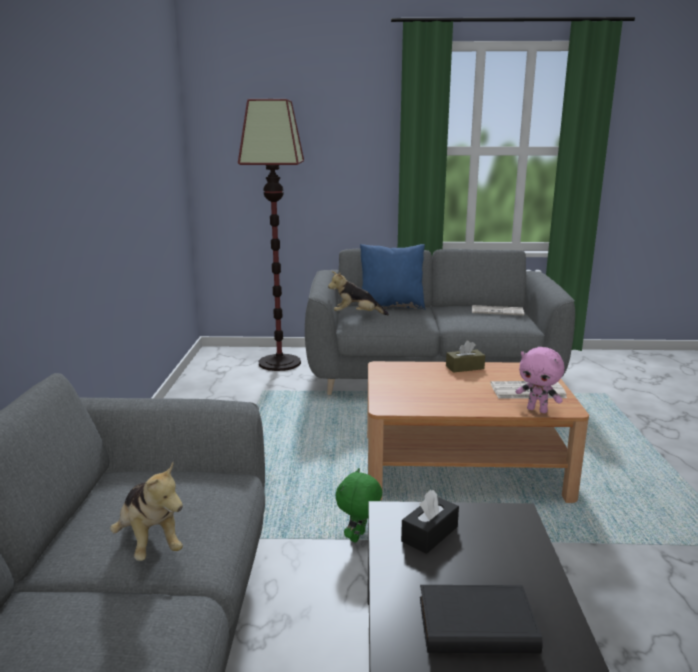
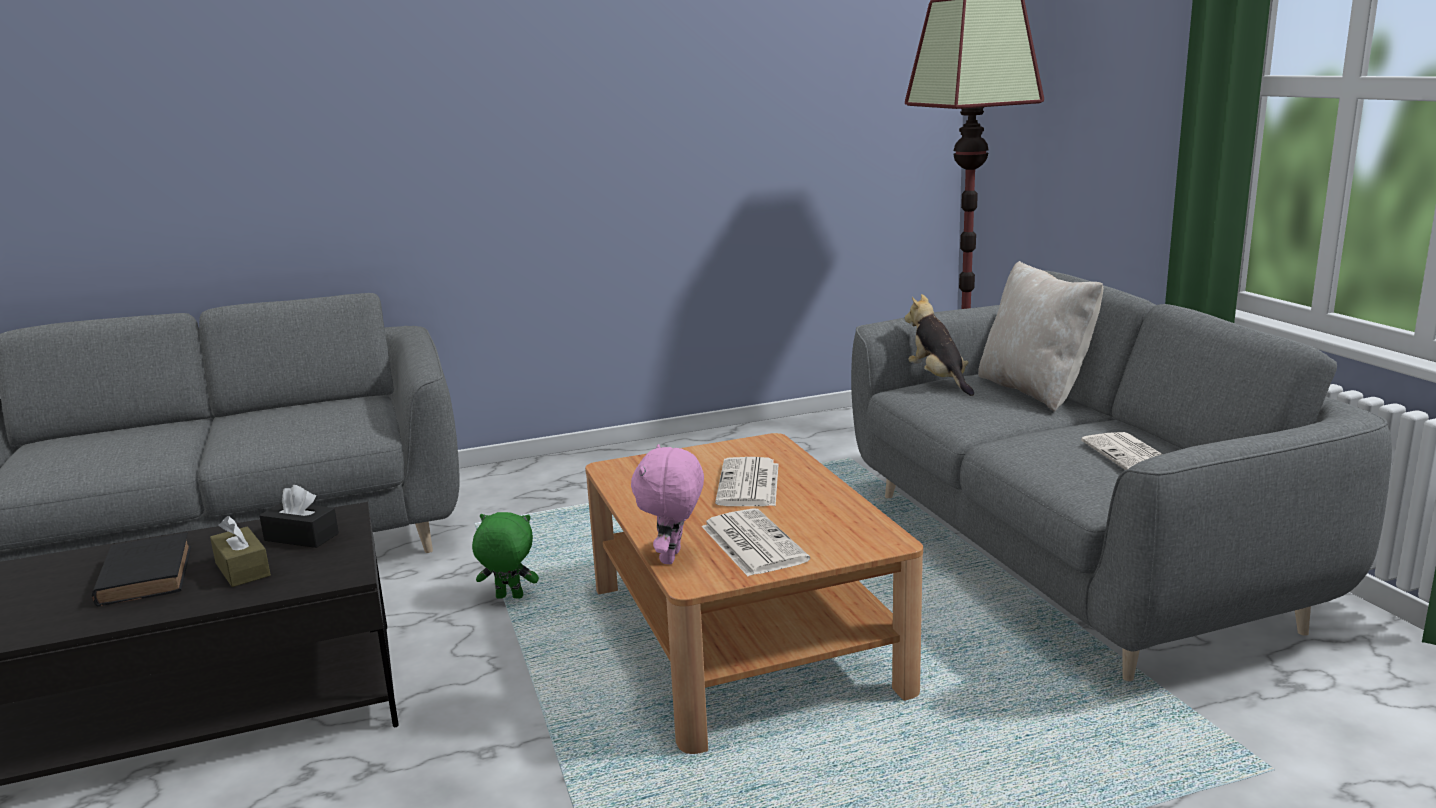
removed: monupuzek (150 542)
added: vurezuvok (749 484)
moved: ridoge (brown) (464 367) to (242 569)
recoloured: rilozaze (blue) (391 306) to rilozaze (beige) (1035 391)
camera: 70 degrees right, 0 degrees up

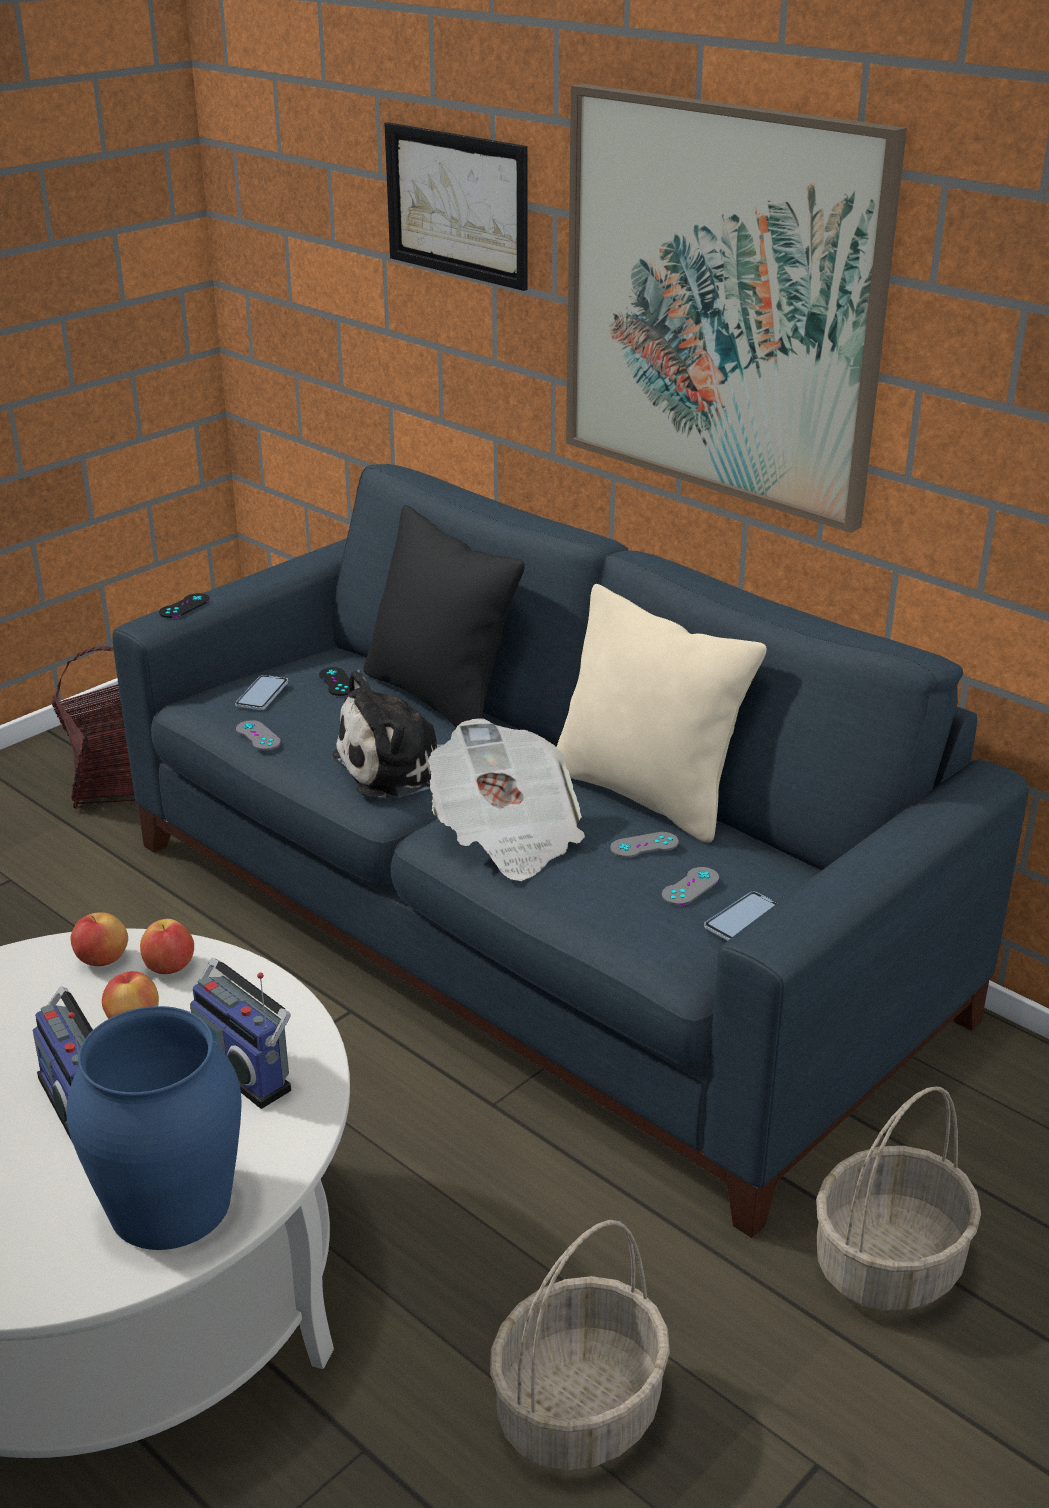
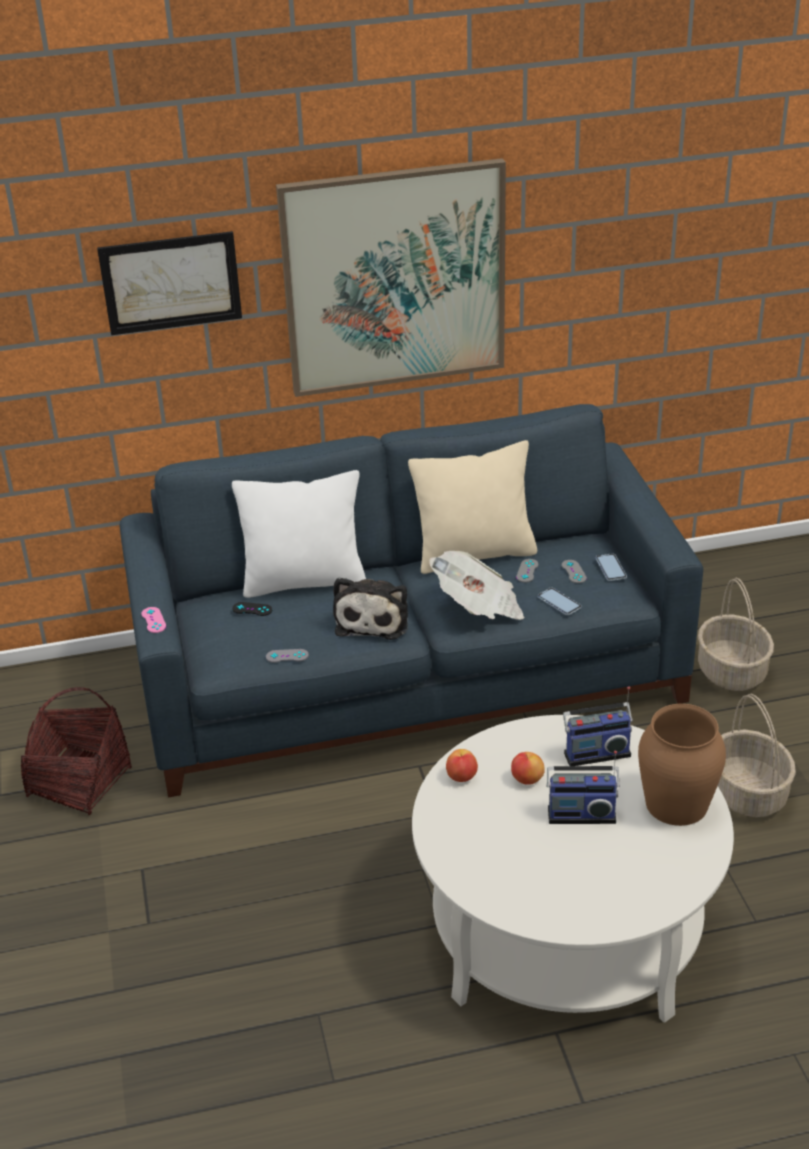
removed: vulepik (169 967)
moved: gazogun (262 694) to (559 602)
recoloured: rilozaze (black) (439 698) to rilozaze (white) (304 582); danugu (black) (184 606) to danugu (pink) (153 620); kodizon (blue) (169 1202) to kodizon (brown) (675 803)
camera: 55 degrees left, 5 degrees up

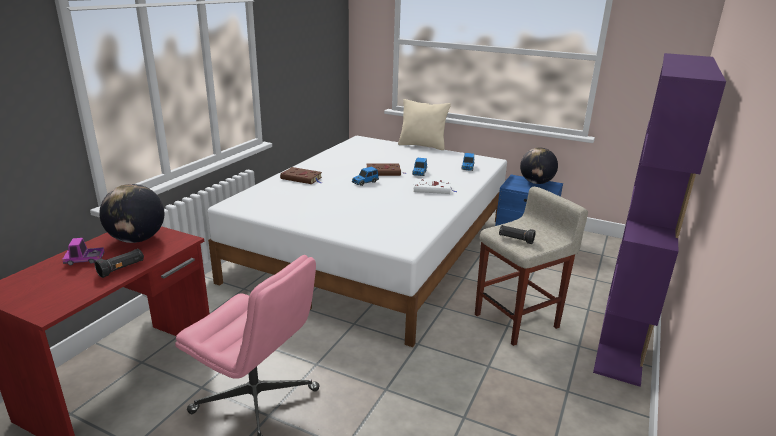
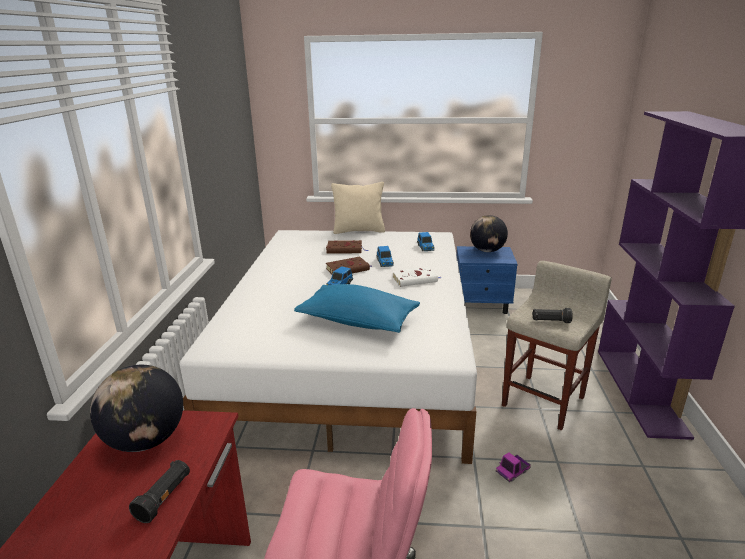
added: rilozaze (blue) (358 321)
moved: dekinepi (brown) (302 178) to (345 249); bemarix (85 260) to (512 471)
camera: 20 degrees left, 0 degrees up

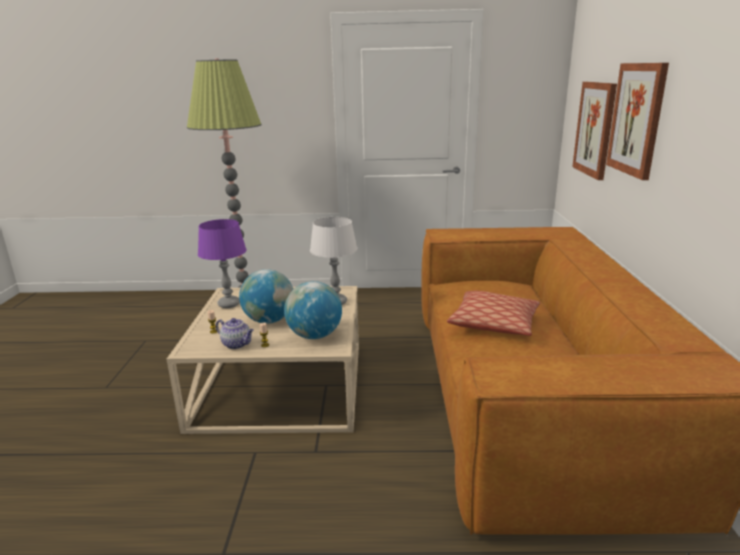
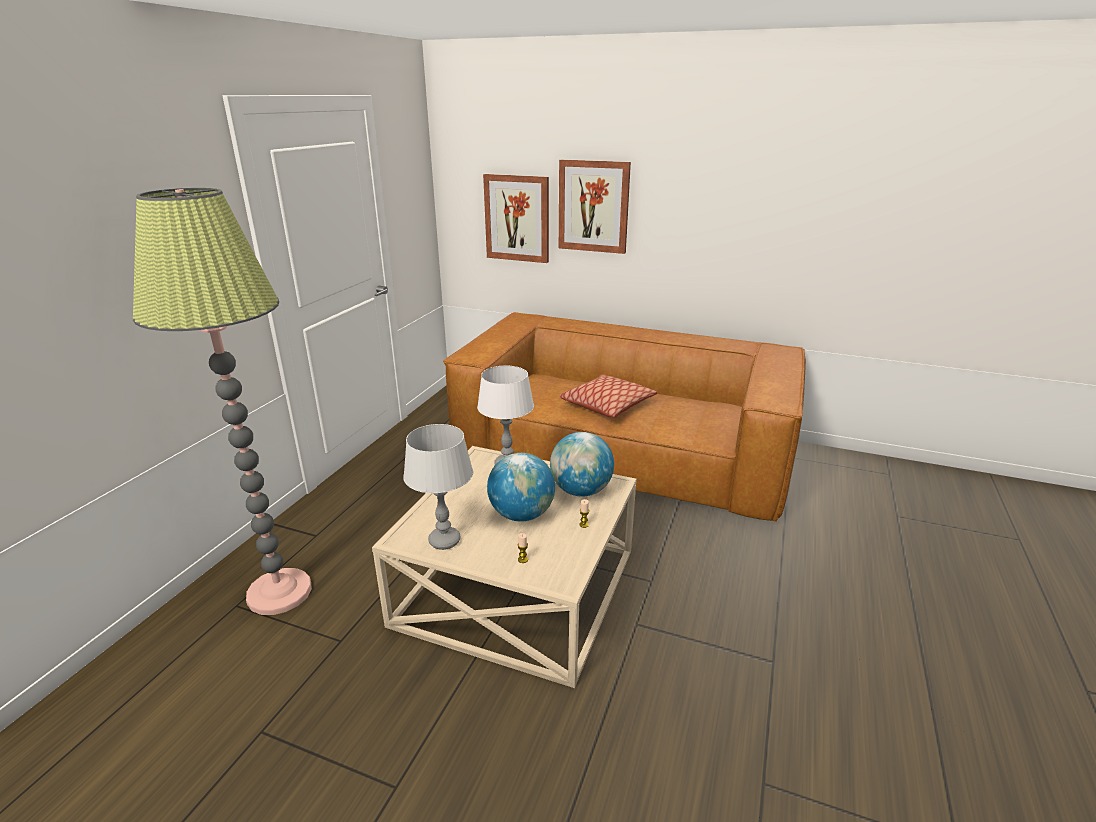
removed: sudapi (237 344)
recoloured: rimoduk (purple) (229 304) to rimoduk (grey) (444 541)
camera: 70 degrees left, 5 degrees up

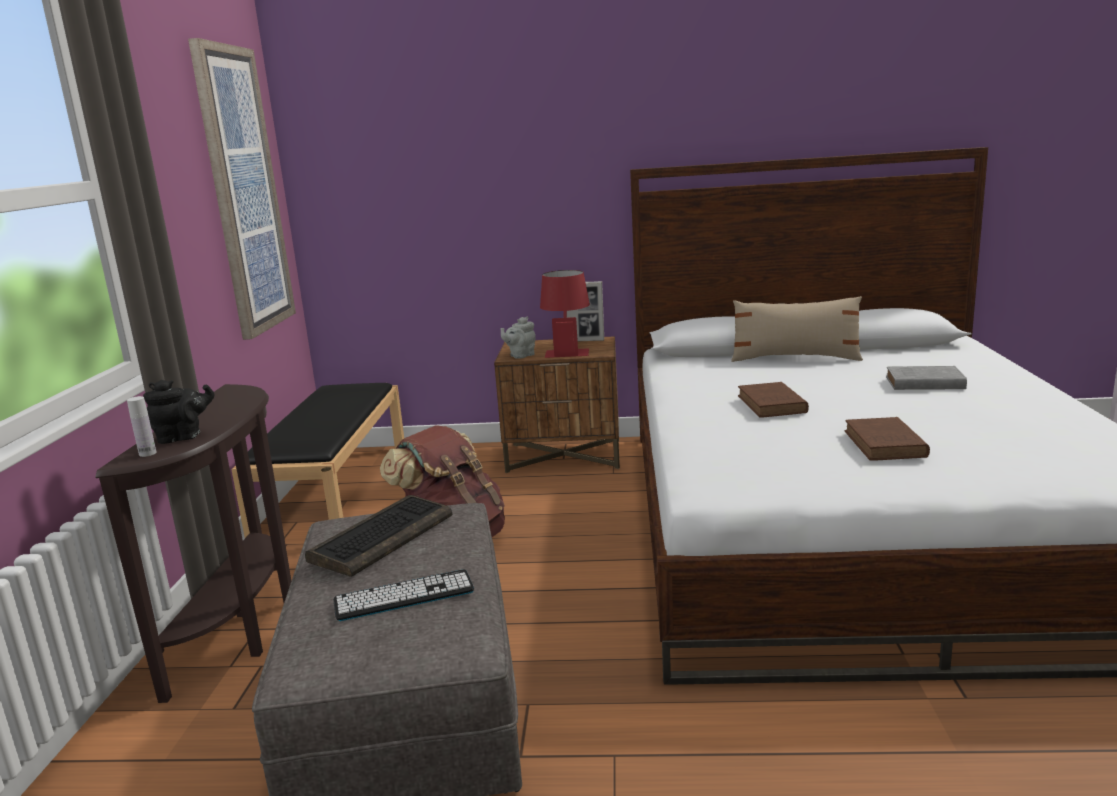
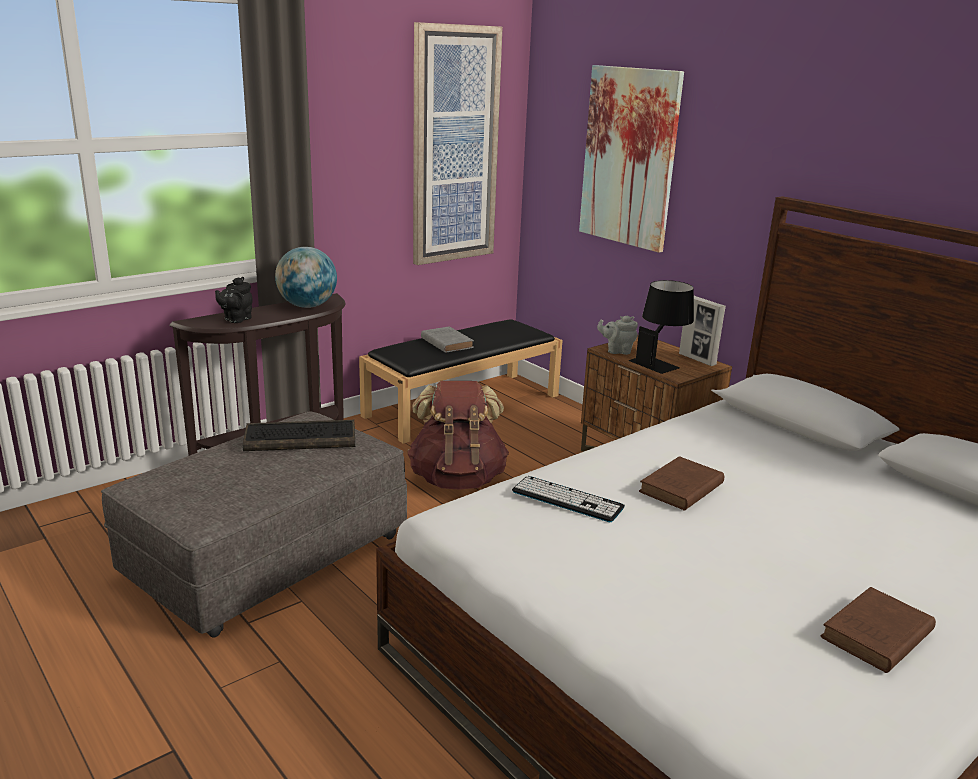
removed: rilozaze (beige) (795 358); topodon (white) (147 453)
added: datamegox (629 157); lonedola (307 306)
moved: dekinepi (grey) (922 383) to (446 342); dekinepi (brown) (885 445) to (875 636); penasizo (404 596) to (567 499)
recoloured: rimoduk (red) (567 350) to rimoduk (black) (660 362)
turned: sudapi (black) (183 437) = (236 319) 90 degrees clockwise
camera: 45 degrees right, 5 degrees up

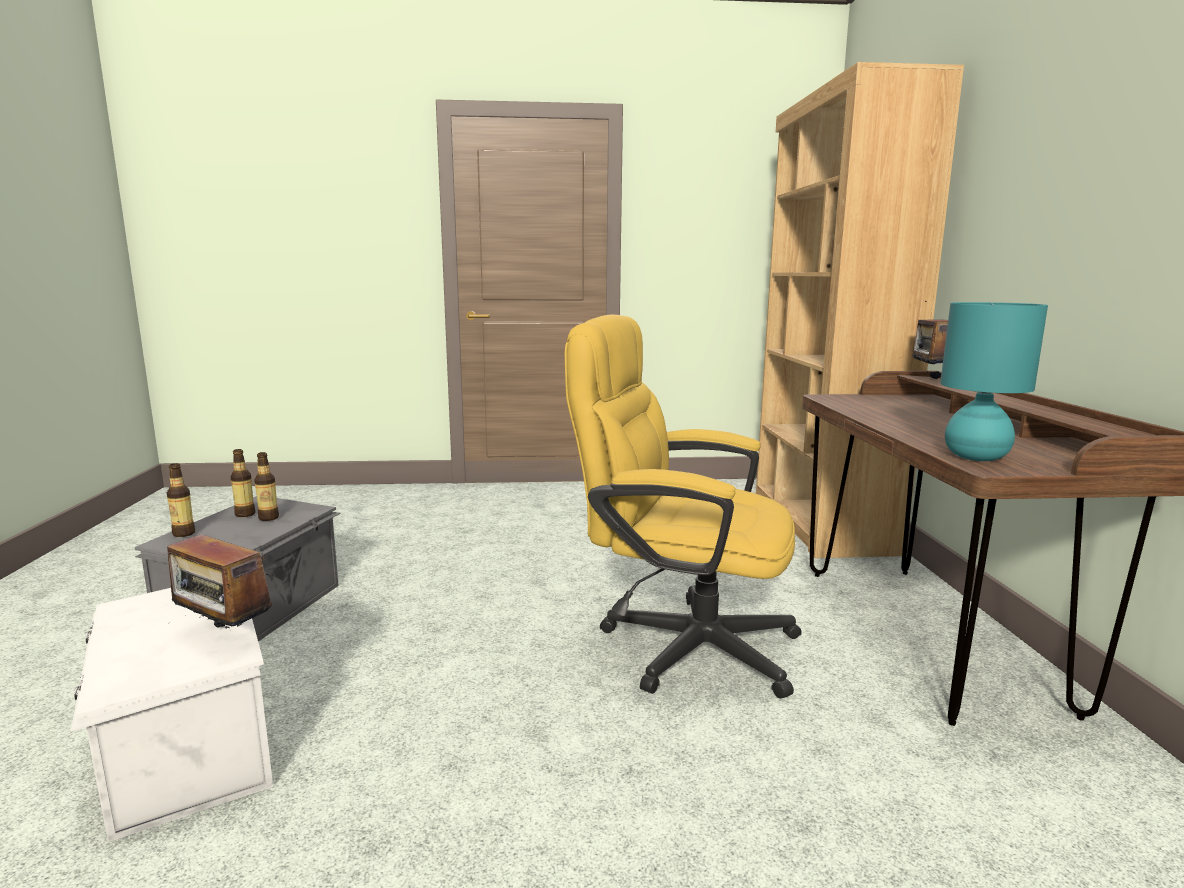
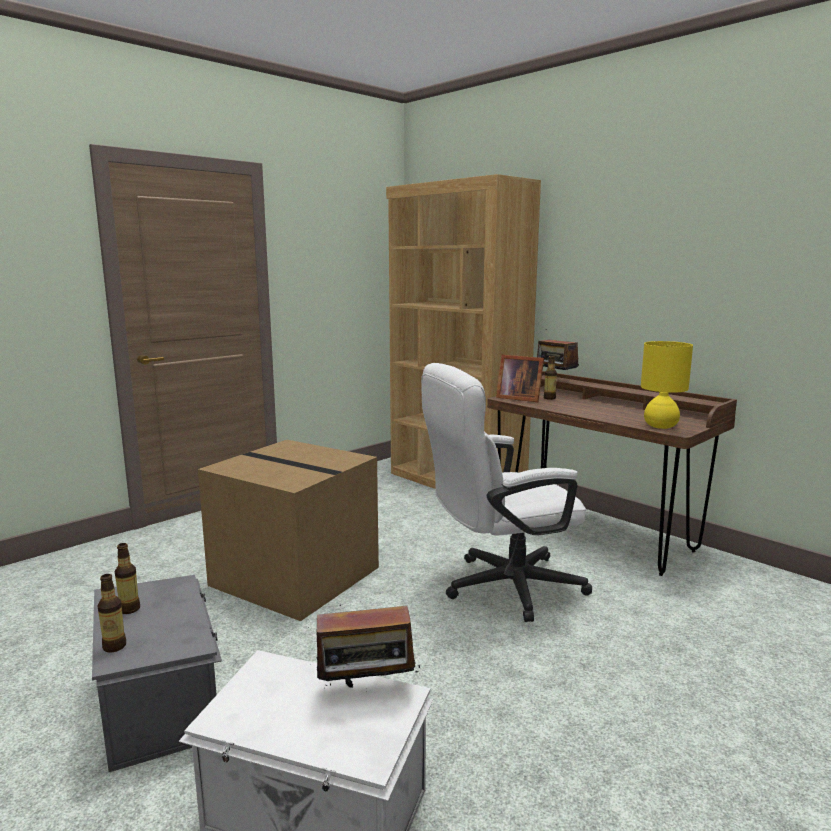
added: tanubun (518 398); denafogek (292 576)
moved: topodon (269 518) to (549 398)
recoloured: rimoduk (turquoise) (976 457) to rimoduk (yellow) (660 426); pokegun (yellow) (680 643) to pokegun (white) (501 587)
camera: 40 degrees left, 0 degrees up

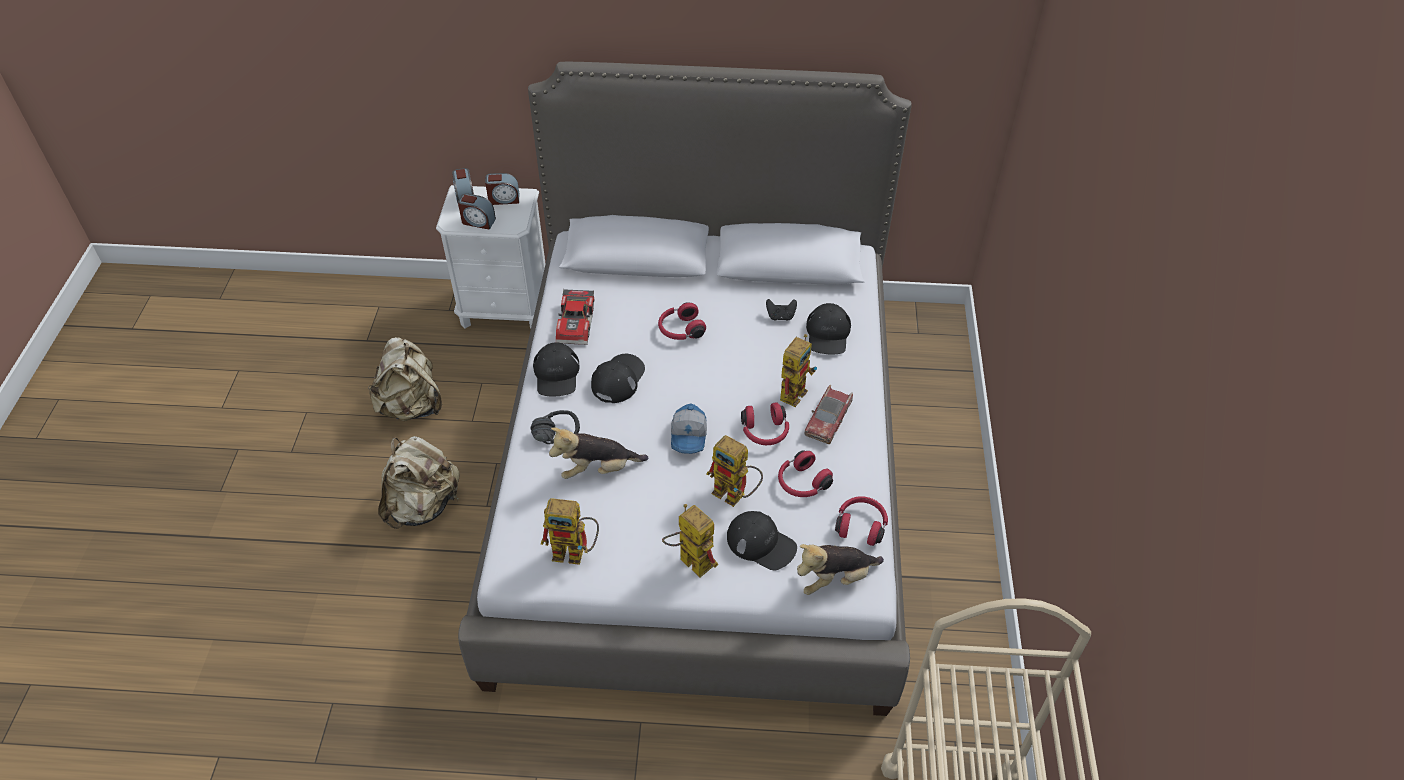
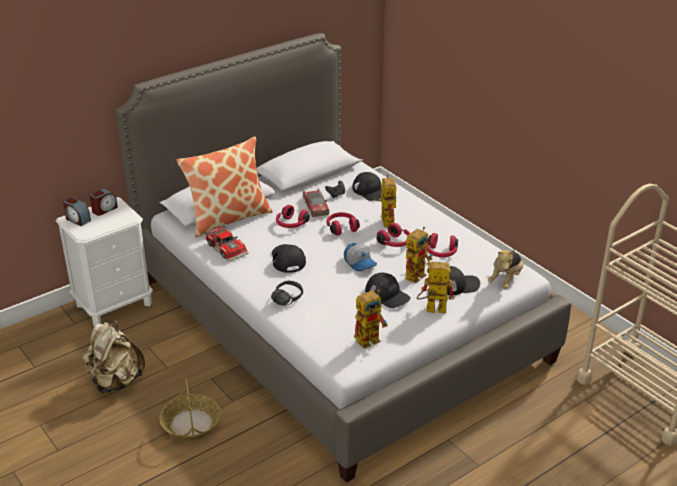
removed: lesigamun (478 221); monupuzek (597 469)
added: rilozaze (228 218)
moved: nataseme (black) (556 374) to (387 295); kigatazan (828 419) to (316 207); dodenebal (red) (861 525) to (341 228)
replaced: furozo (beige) (423 505) to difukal (191 423)
turned: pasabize (735 495) = (416 273) 45 degrees counterclockwise
camera: 40 degrees left, 15 degrees down

